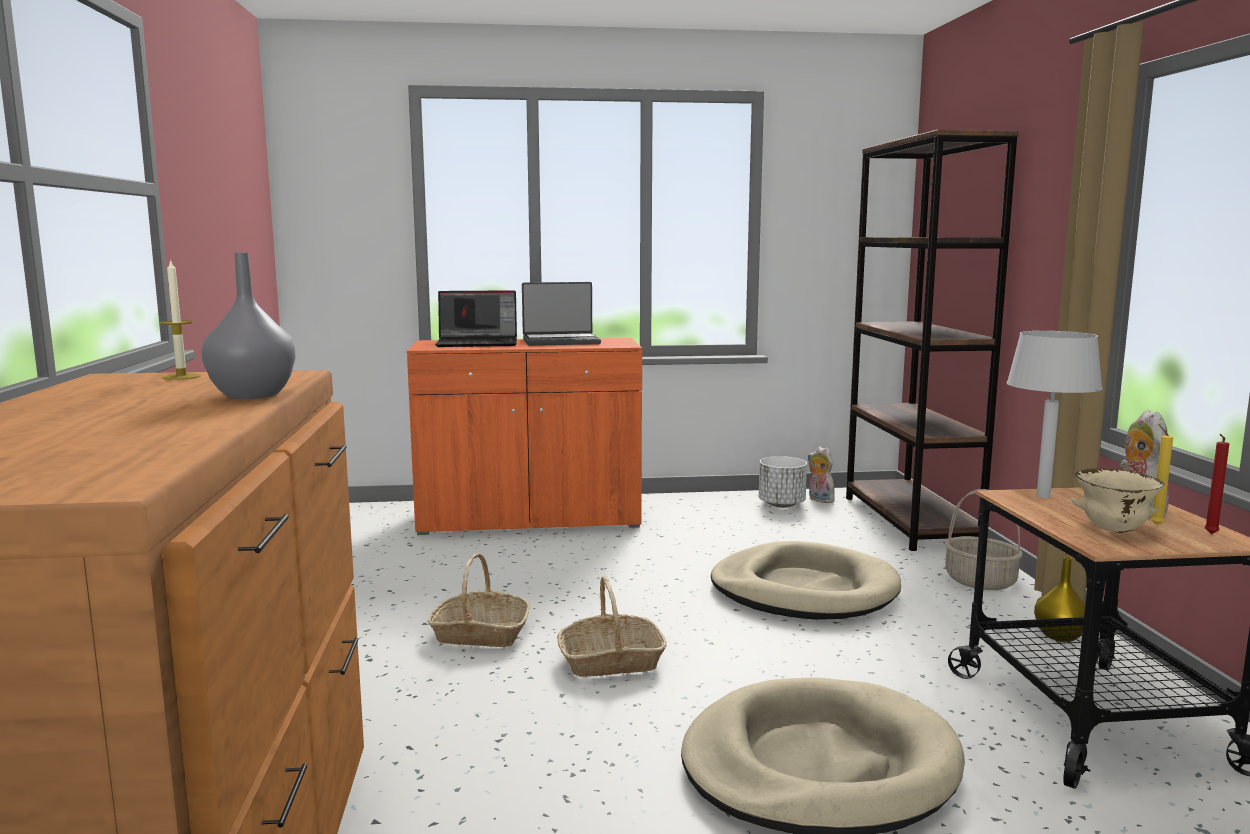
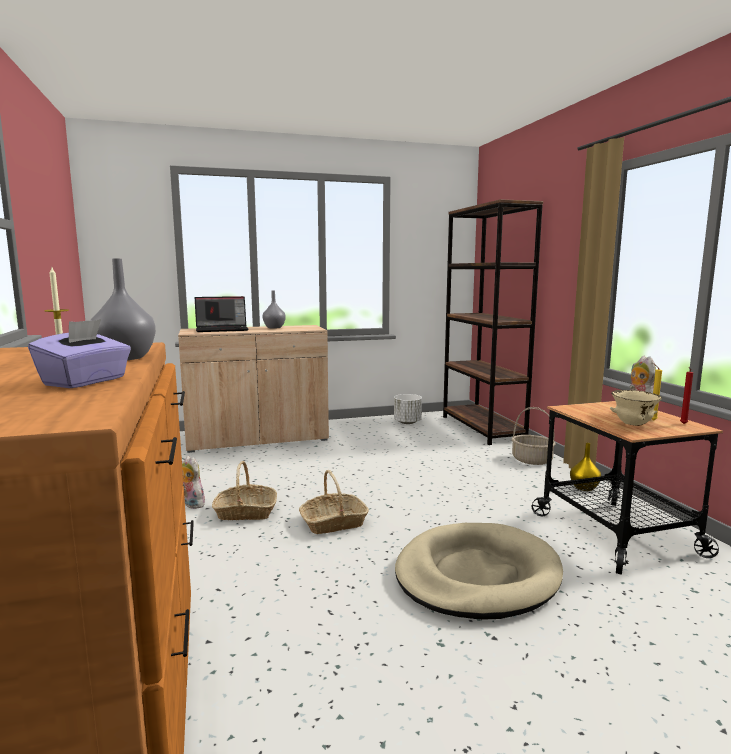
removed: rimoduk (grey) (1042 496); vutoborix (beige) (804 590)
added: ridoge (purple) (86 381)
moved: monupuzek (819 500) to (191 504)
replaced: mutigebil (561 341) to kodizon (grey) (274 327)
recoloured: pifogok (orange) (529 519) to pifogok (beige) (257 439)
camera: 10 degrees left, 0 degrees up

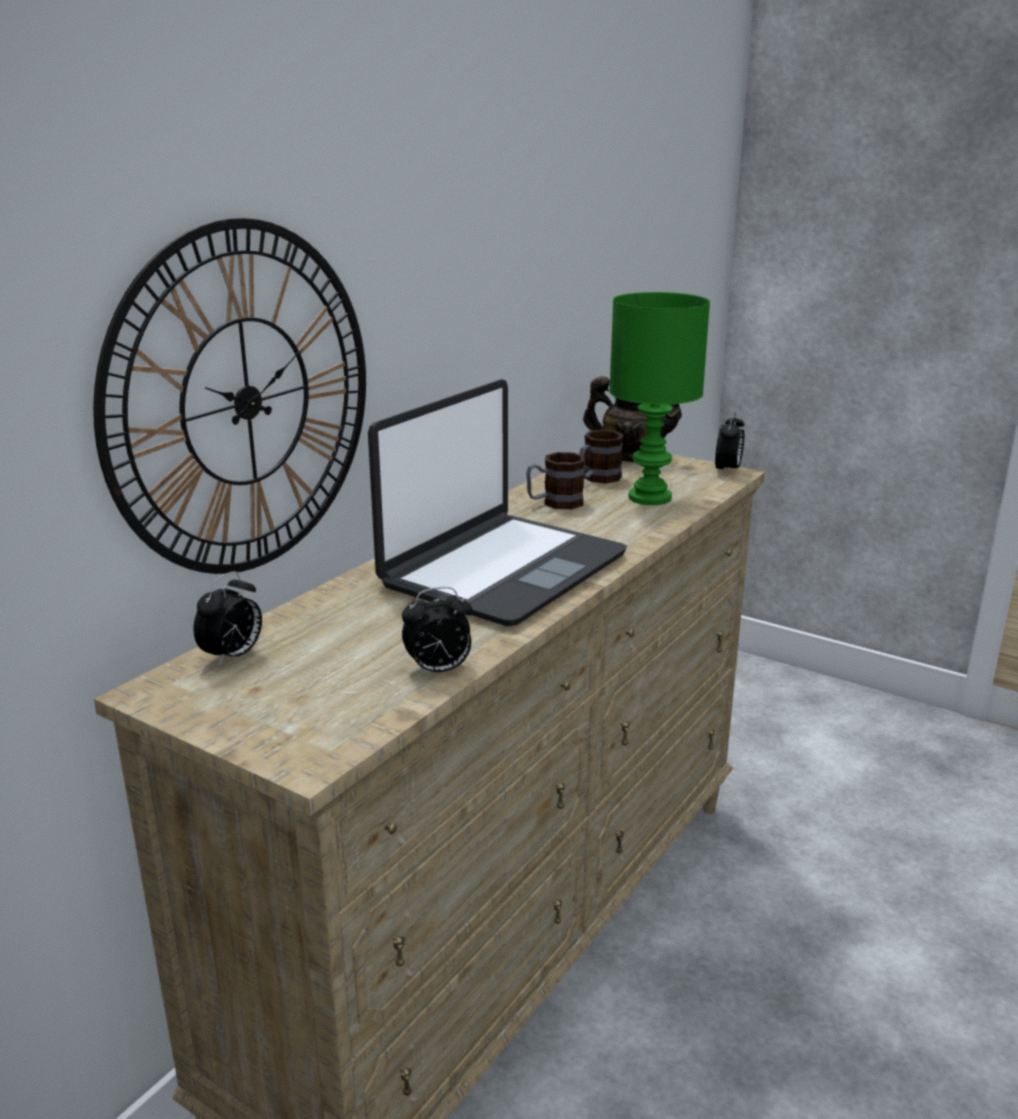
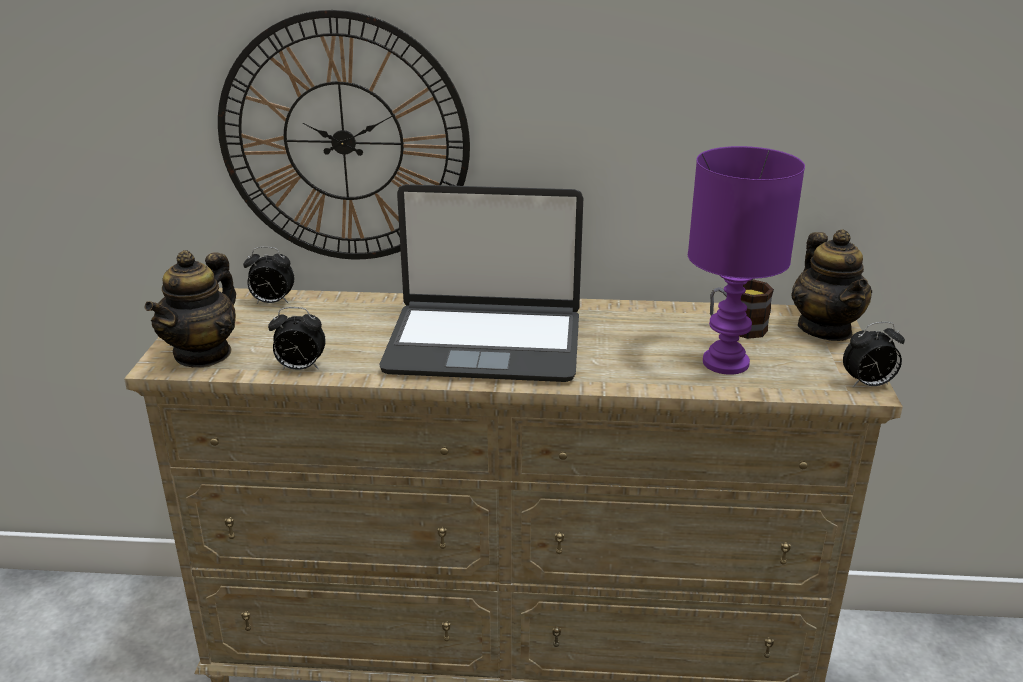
removed: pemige (555 503)
added: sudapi (203 354)
recoloured: rimoduk (green) (650 498) to rimoduk (purple) (724 363)
turned: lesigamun (438 671) = (300 368) 45 degrees counterclockwise
camera: 60 degrees right, 5 degrees up

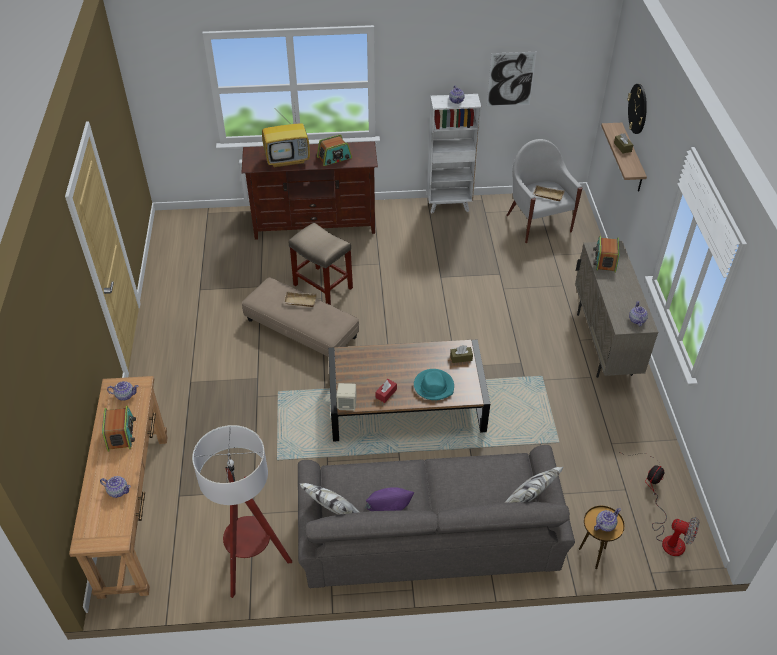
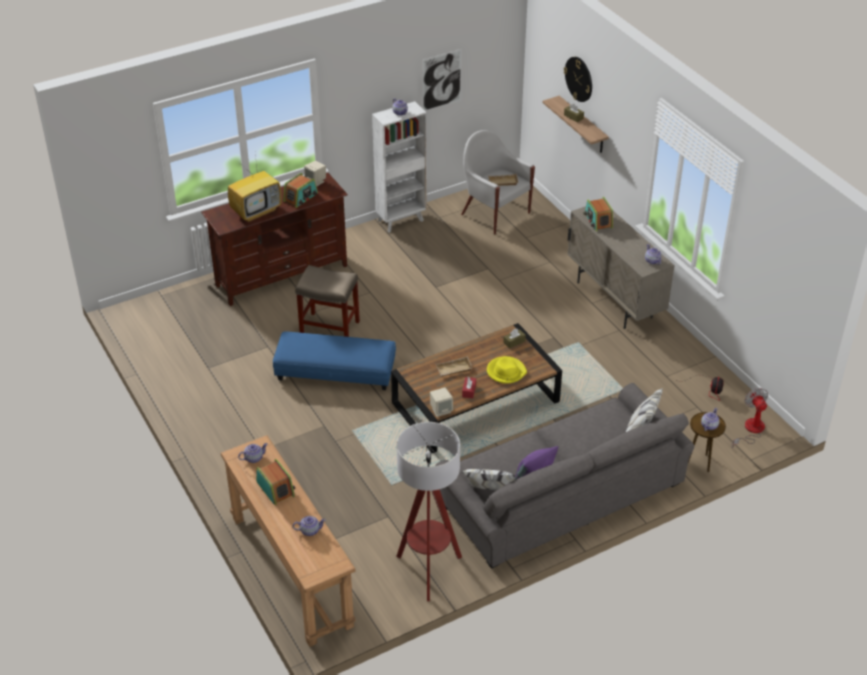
added: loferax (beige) (316 181)
moved: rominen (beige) (300 302) to (454 370)
recoloured: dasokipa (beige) (301 329) to dasokipa (blue) (335 371); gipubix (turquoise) (434 386) to gipubix (yellow) (506 371)
turned: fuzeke (669 538) = (750 430) 105 degrees counterclockwise
camera: 25 degrees left, 5 degrees down

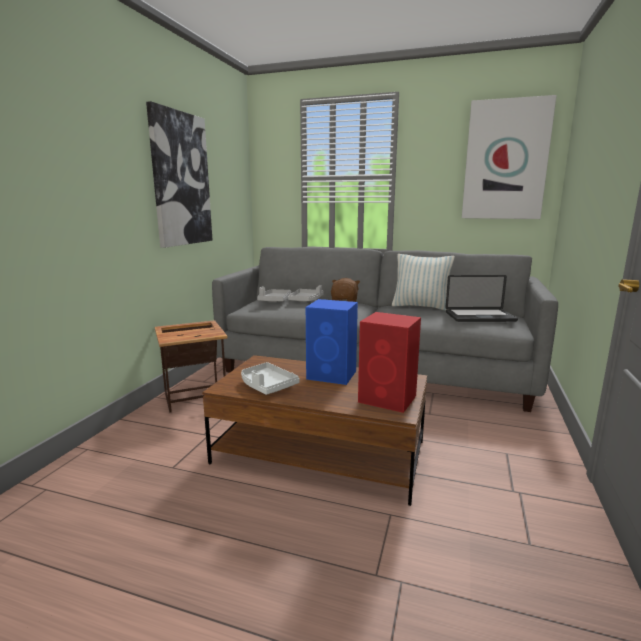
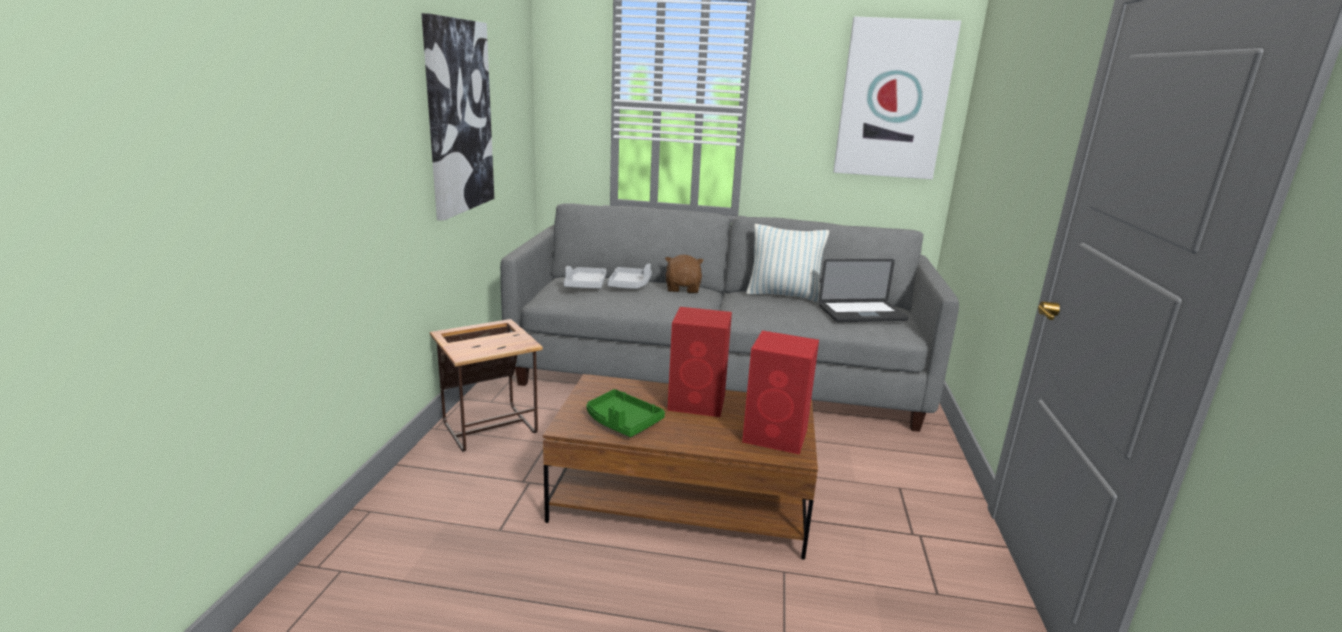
recoloured: loferax (blue) (333 375) to loferax (red) (698 403); rominen (white) (267 386) to rominen (green) (622 422)
camera: 10 degrees left, 5 degrees up

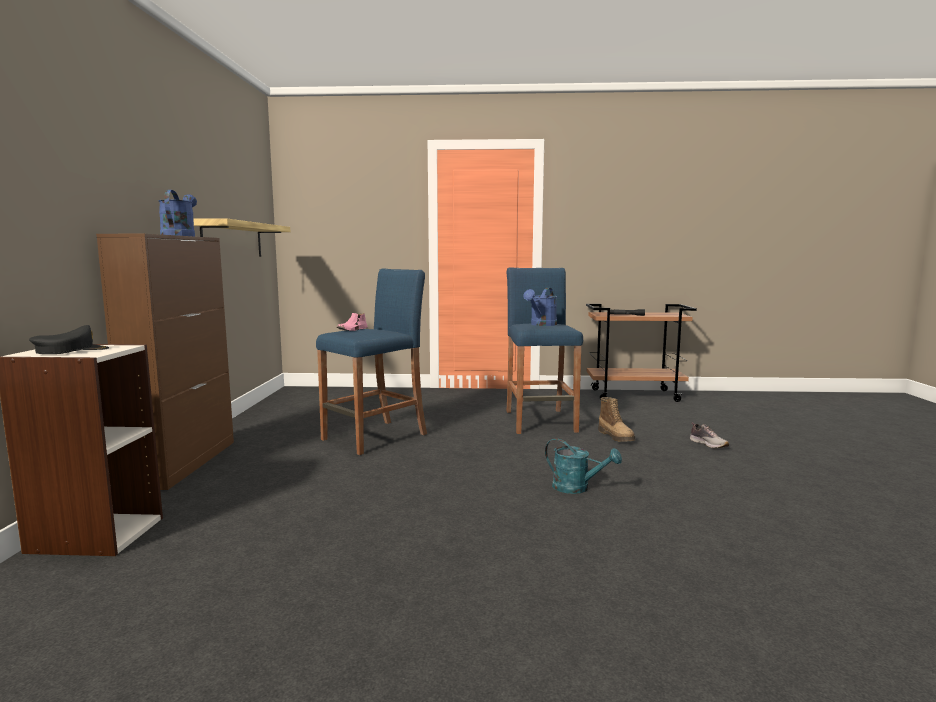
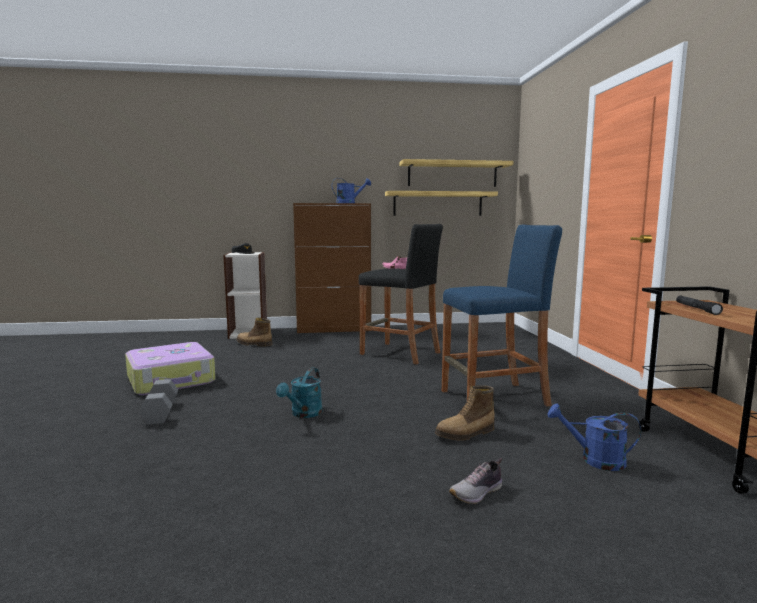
added: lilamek (452 174); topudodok (253 344); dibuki (172 380); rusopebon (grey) (159 412)
moved: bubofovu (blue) (541 325) to (594 460)
recoloured: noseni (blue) (375 437) to noseni (black) (400 353)
camera: 80 degrees right, 0 degrees up

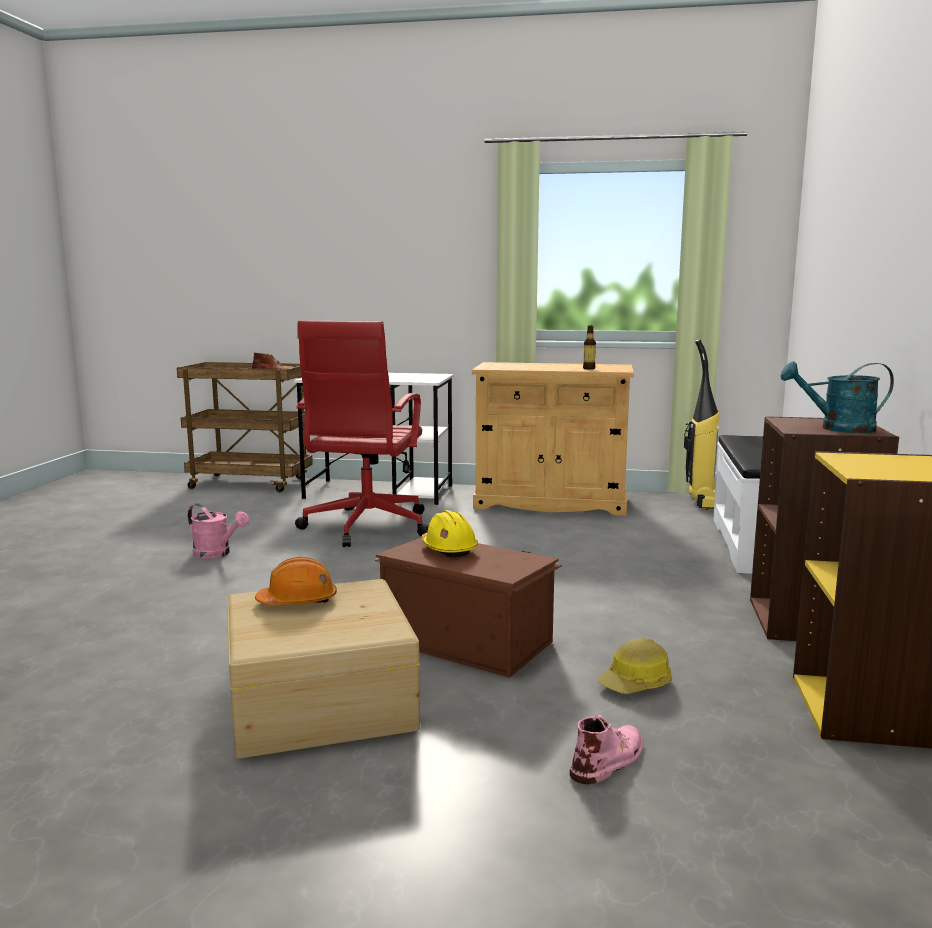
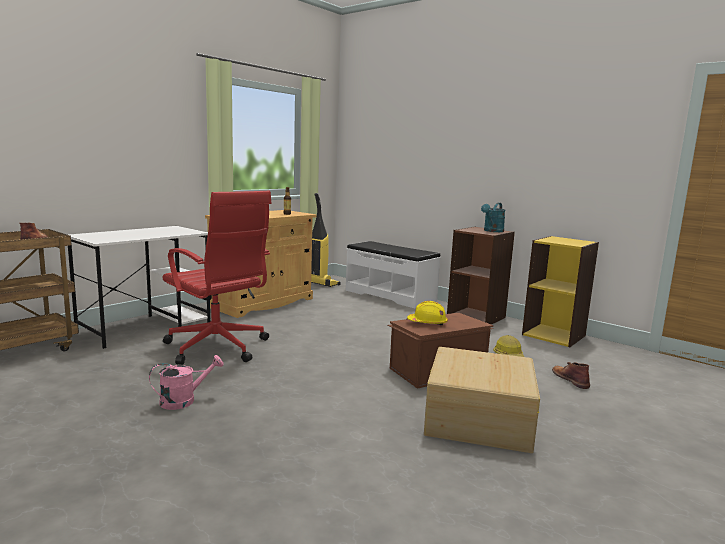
removed: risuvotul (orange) (298 601)
recoloured: topudodok (pink) (609 759) to topudodok (brown) (570 379)
camera: 60 degrees left, 0 degrees up

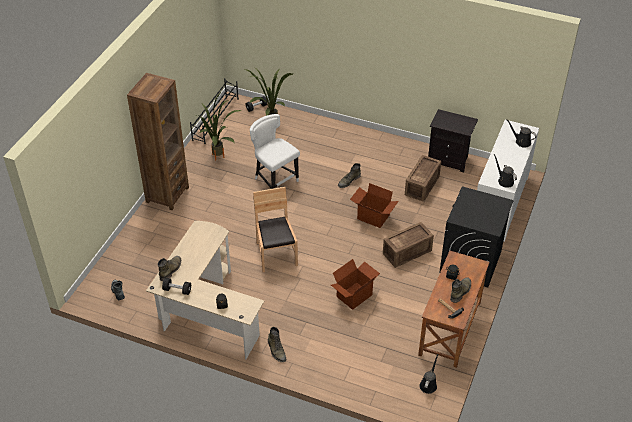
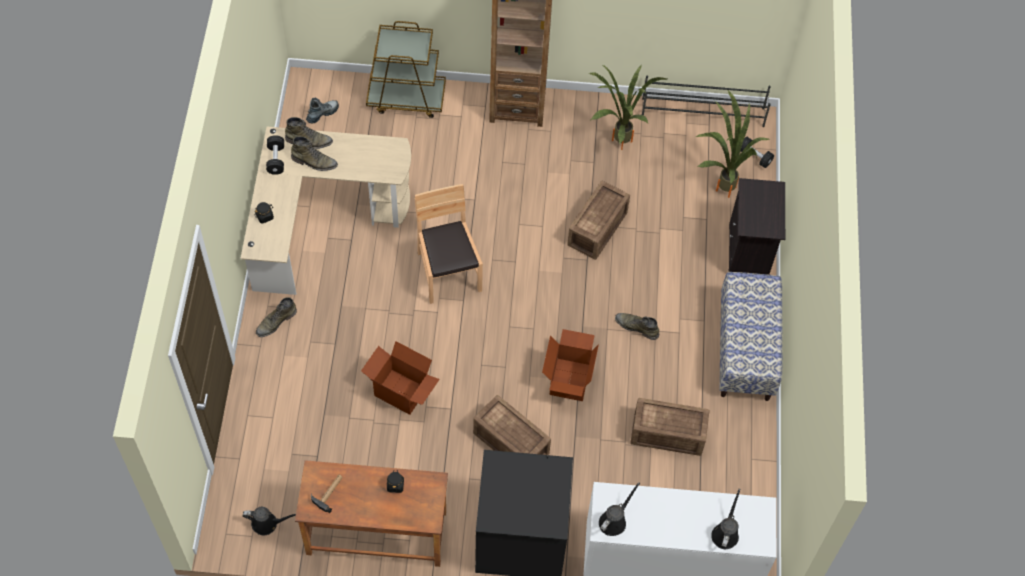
added: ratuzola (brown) (406 98); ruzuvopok (745 350)
moved: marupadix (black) (449 159) to (749 251); topudodok (green) (460 291) to (314 162)
replaced: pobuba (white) (275 180) to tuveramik (599 228)
turned: pobuba (brown) (276 254) = (448 272) 75 degrees counterclockwise
camera: 70 degrees right, 15 degrees up

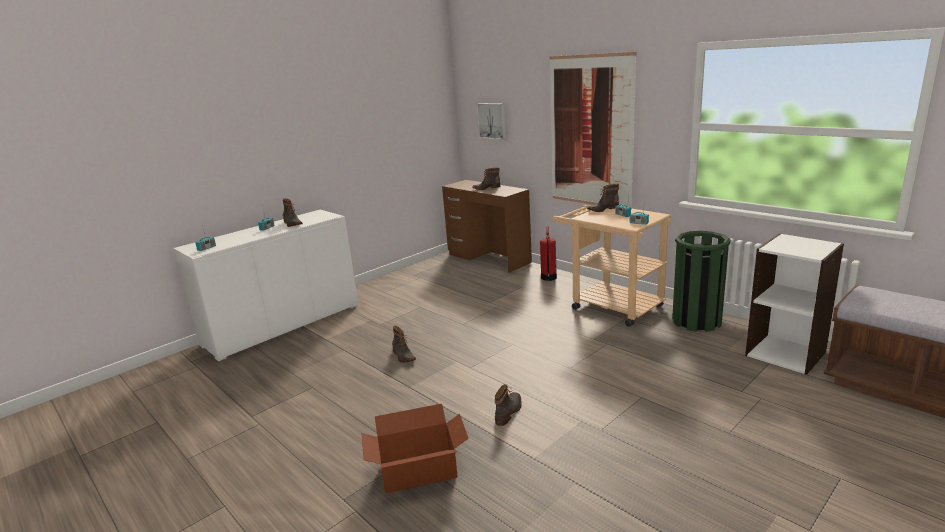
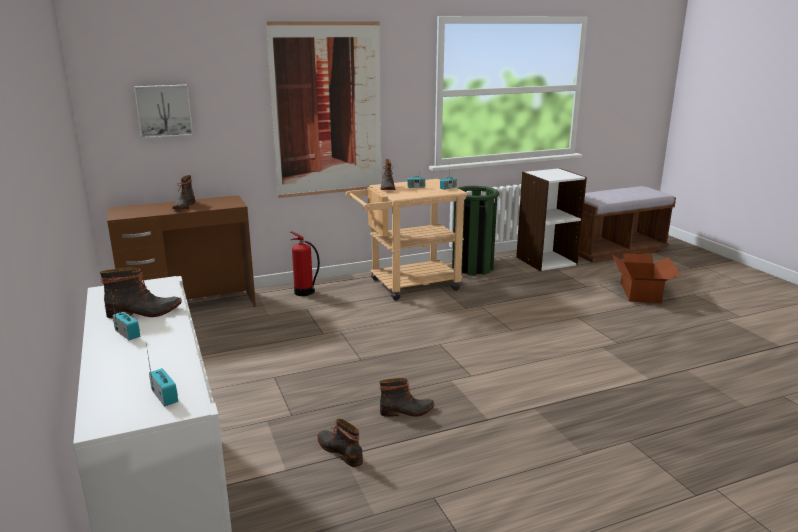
moved: topudodok (509 411) to (341 451); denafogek (419 471) to (641 292)
camera: 70 degrees left, 0 degrees up

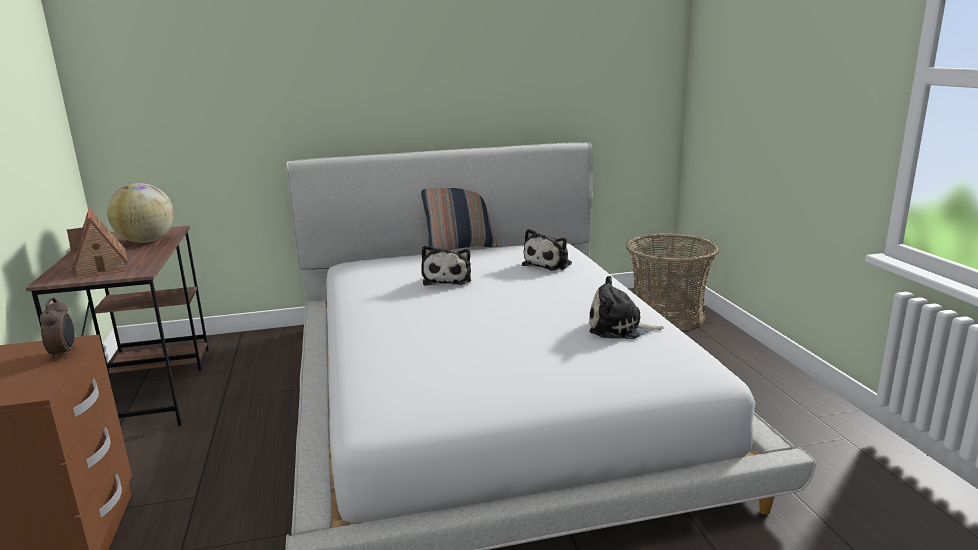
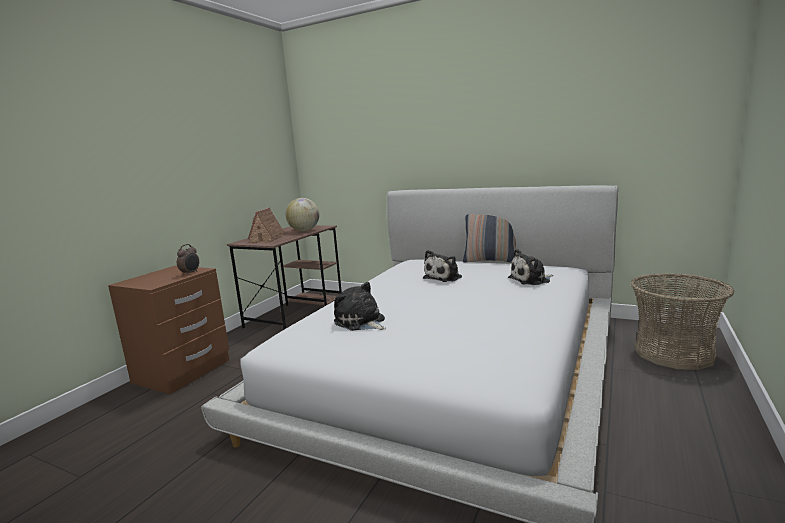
moved: monupuzek (619 328) to (361 322)
camera: 40 degrees right, 5 degrees down

